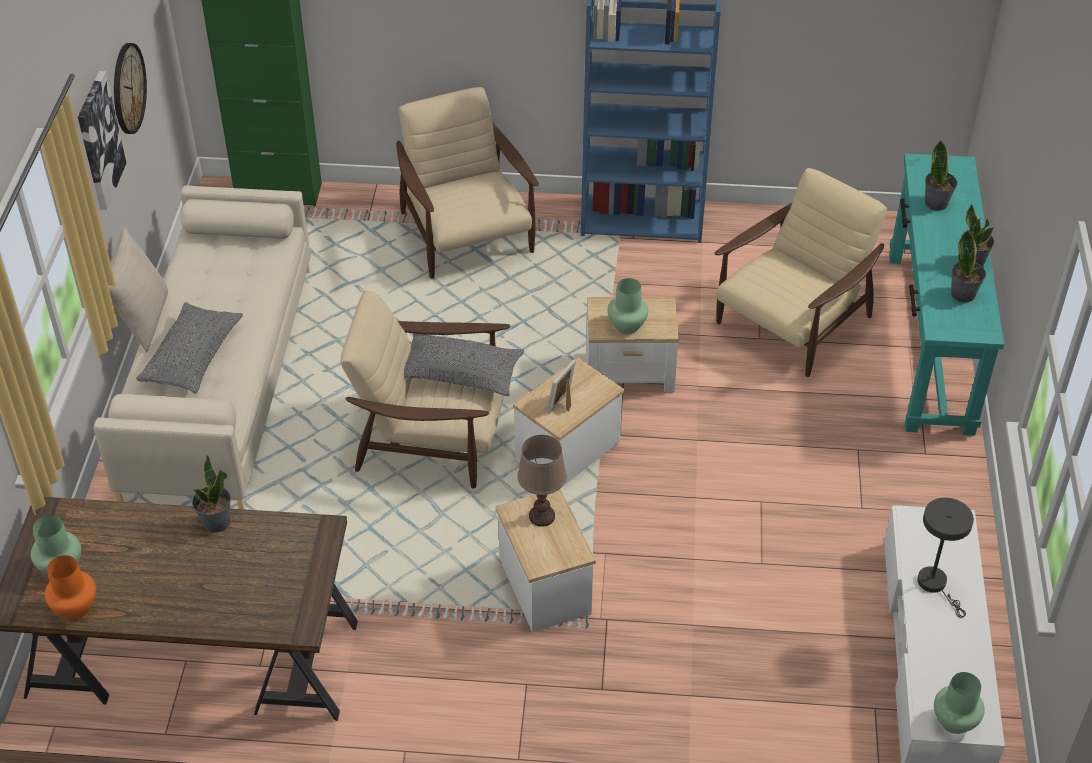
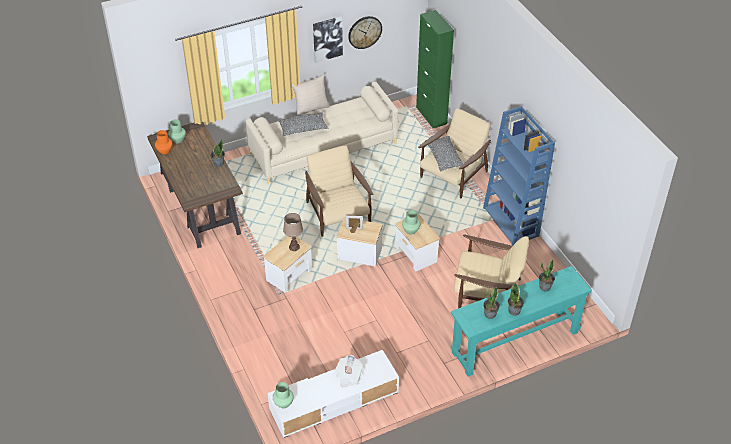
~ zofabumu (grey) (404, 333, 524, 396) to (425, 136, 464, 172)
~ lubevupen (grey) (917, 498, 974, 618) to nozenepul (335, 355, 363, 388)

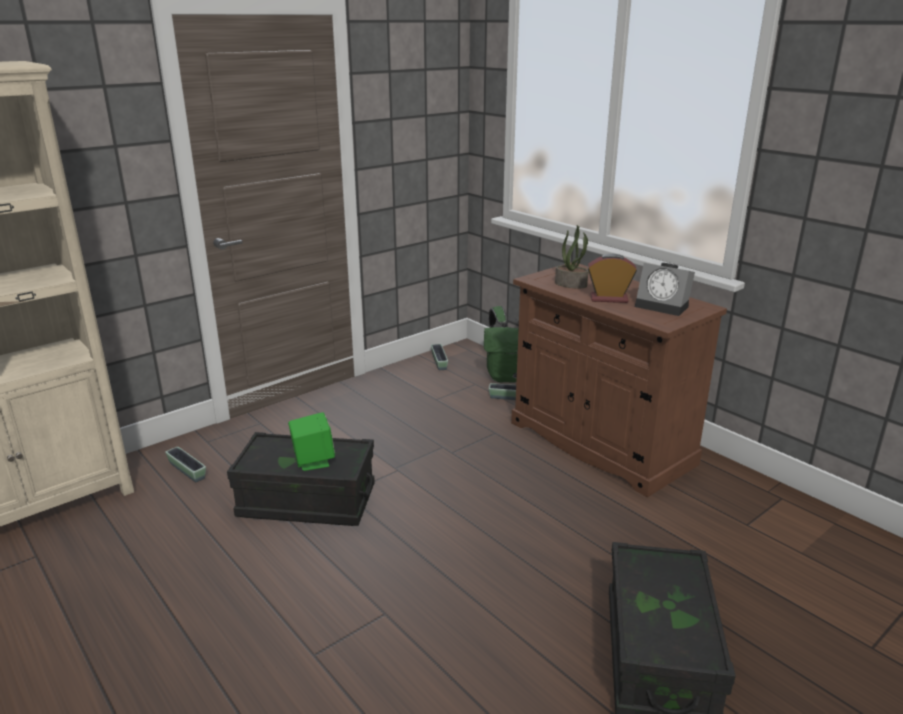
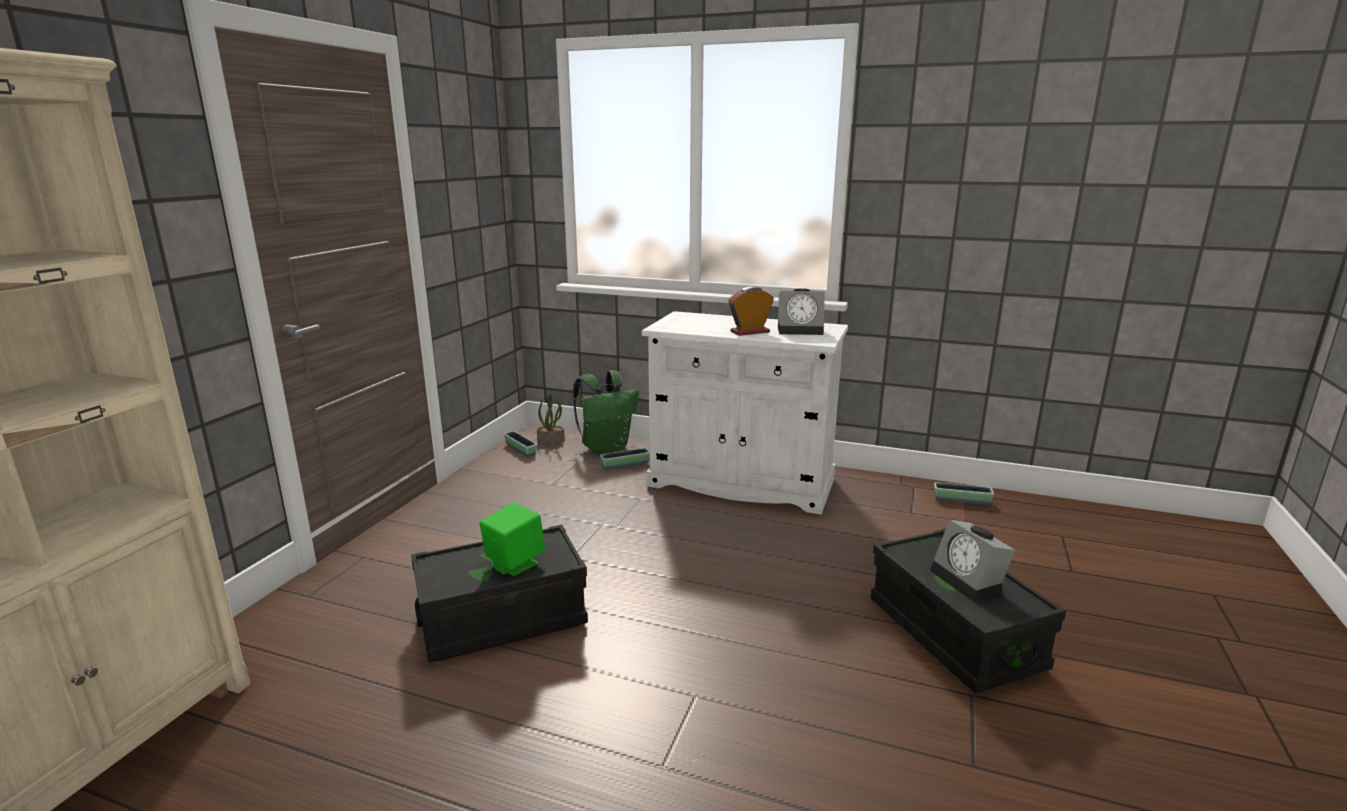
~ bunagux (165, 447, 206, 482) to (934, 482, 994, 505)
~ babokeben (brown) (511, 262, 727, 497) to babokeben (white) (642, 311, 848, 515)
~ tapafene (555, 225, 588, 288) to (537, 394, 565, 444)
+ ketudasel (930, 519, 1015, 601)

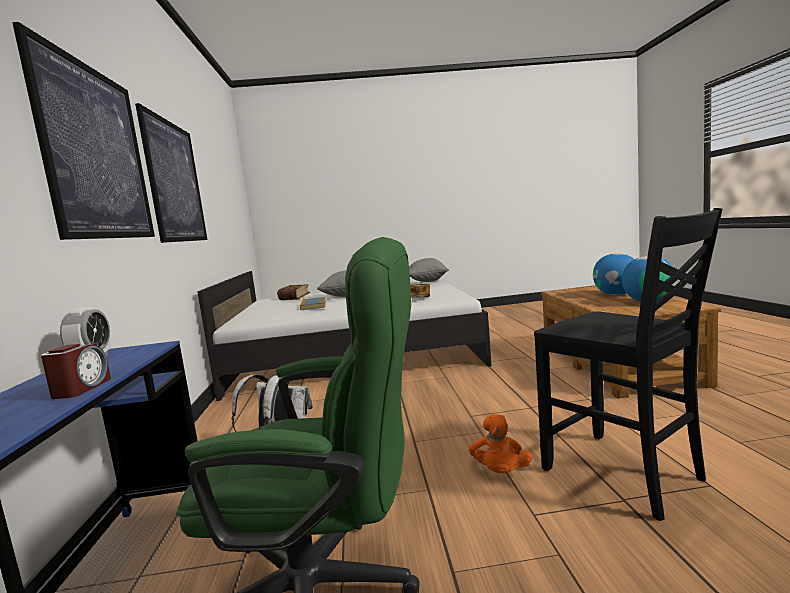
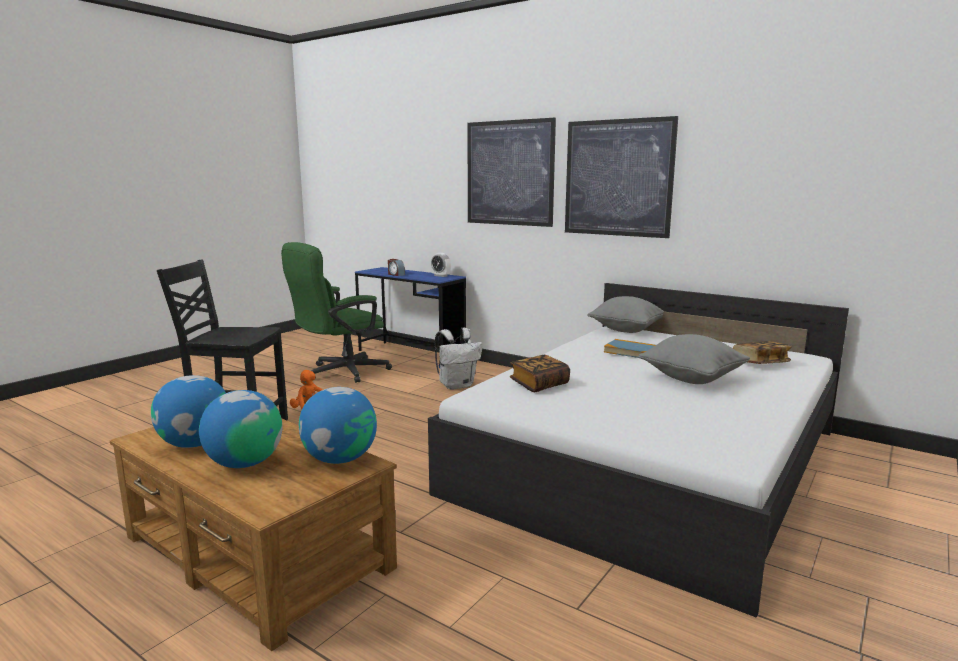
~ zofabumu (grey) (409, 258, 449, 282) to (587, 296, 664, 333)
+ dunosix (299, 387, 377, 464)

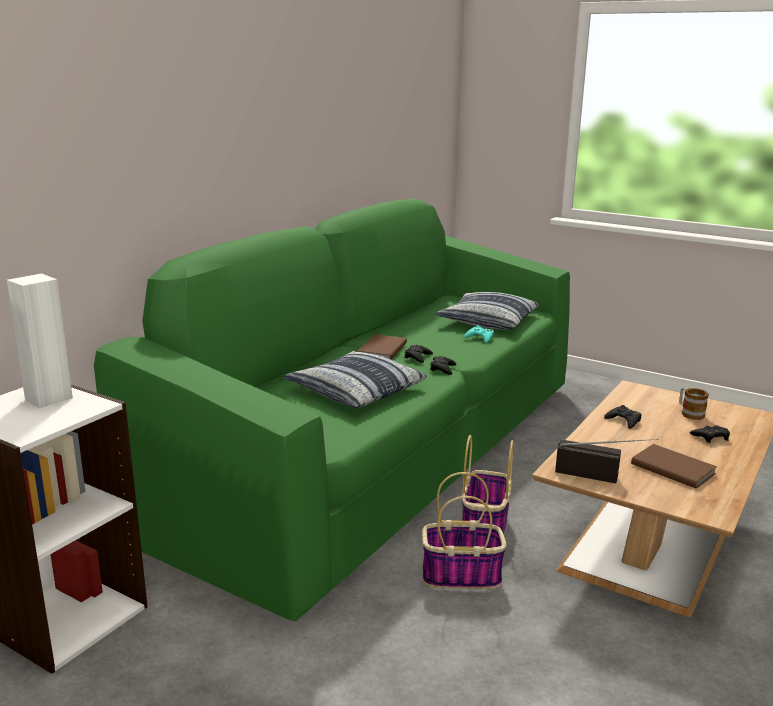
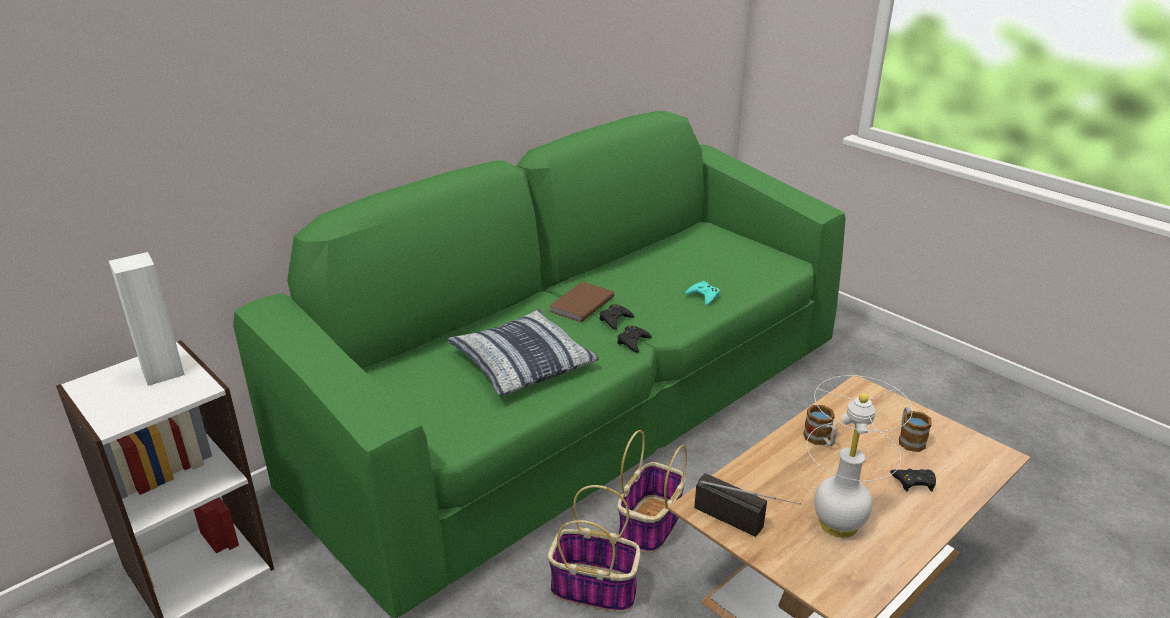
- zofabumu (436, 292, 539, 330)
~ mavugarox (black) (604, 405, 642, 429) to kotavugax (803, 405, 837, 446)
~ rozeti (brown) (631, 444, 717, 489) to lubevupen (white) (807, 375, 912, 538)

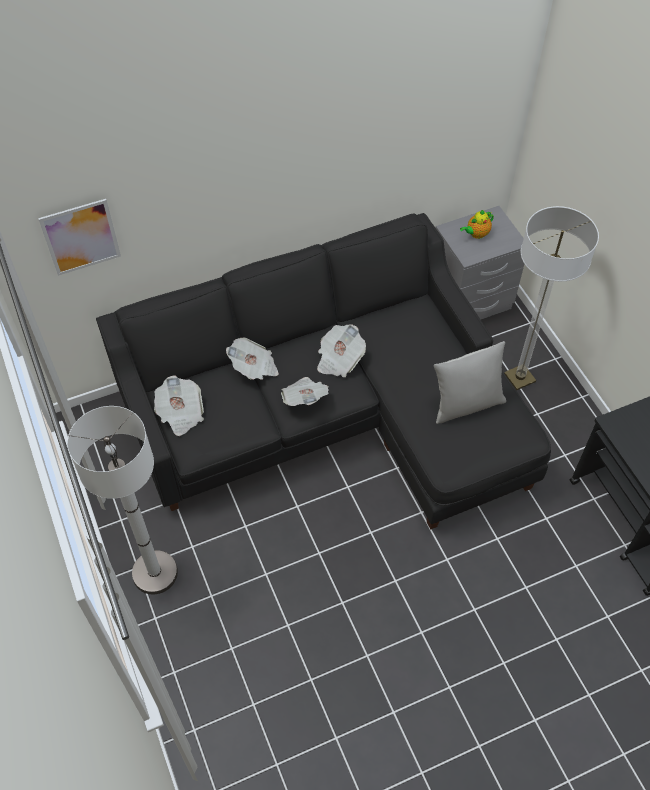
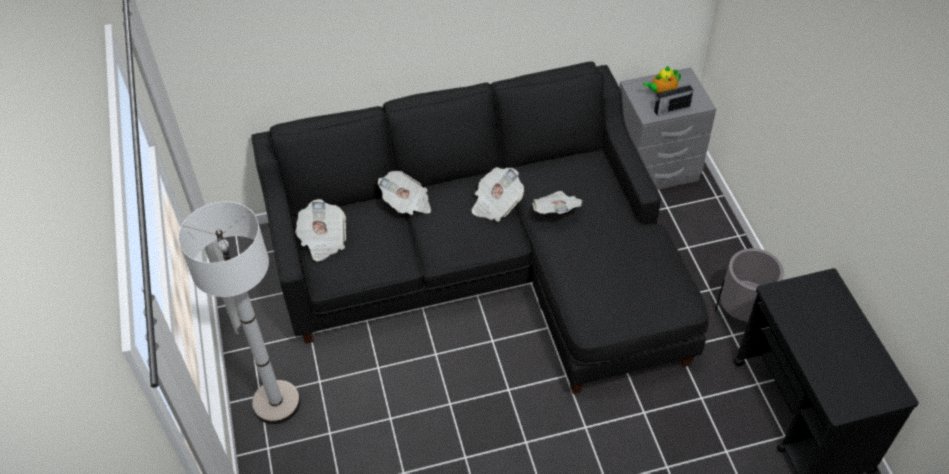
- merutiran (38, 199, 121, 276)
~ nozenepul (281, 377, 329, 406) to (532, 191, 582, 214)
- zofabumu (grey) (434, 341, 506, 424)
- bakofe (504, 206, 599, 390)
+ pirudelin (654, 85, 693, 116)
+ bunagux (grey) (715, 248, 784, 321)

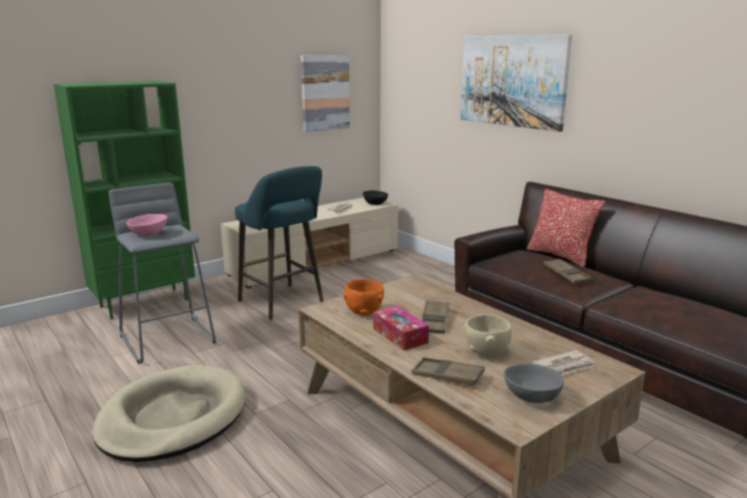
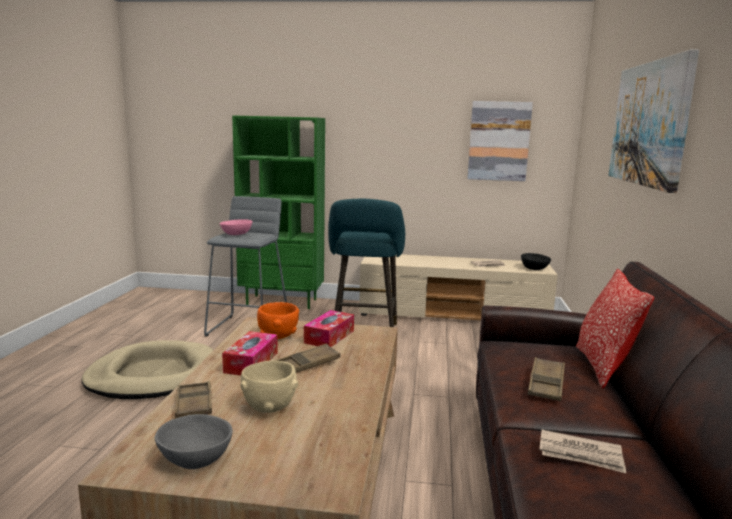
~ nozenepul (531, 350, 595, 375) to (539, 430, 626, 473)
+ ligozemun (304, 310, 354, 347)

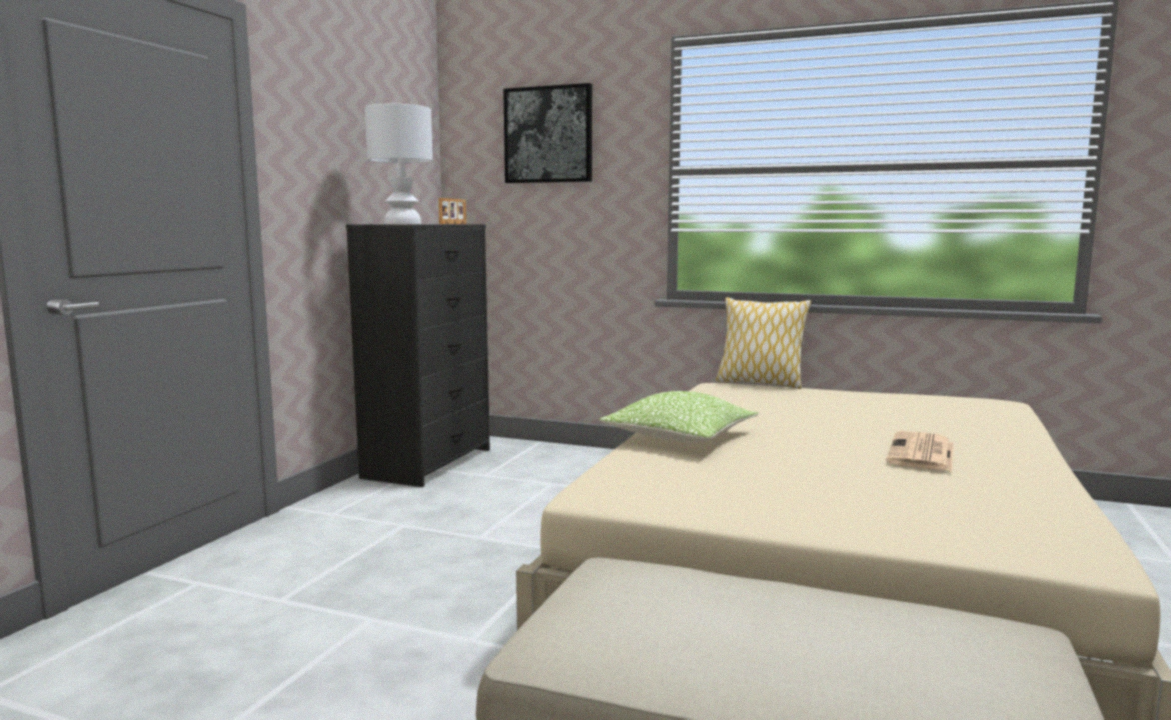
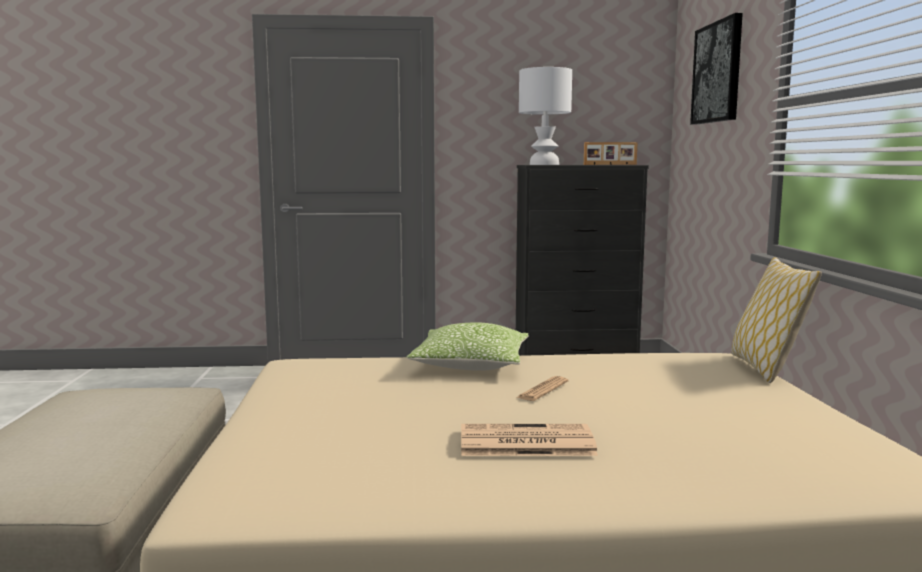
+ nozenepul (516, 376, 568, 401)

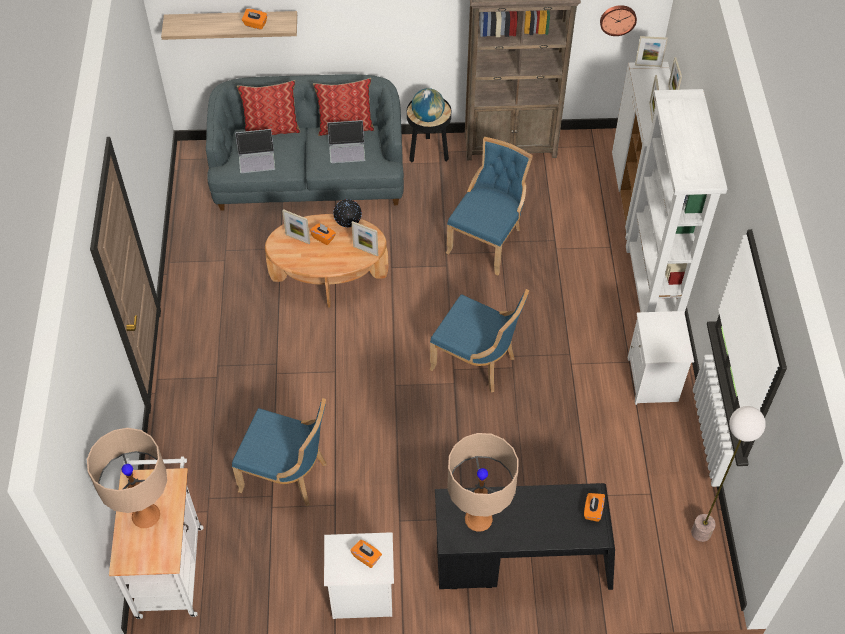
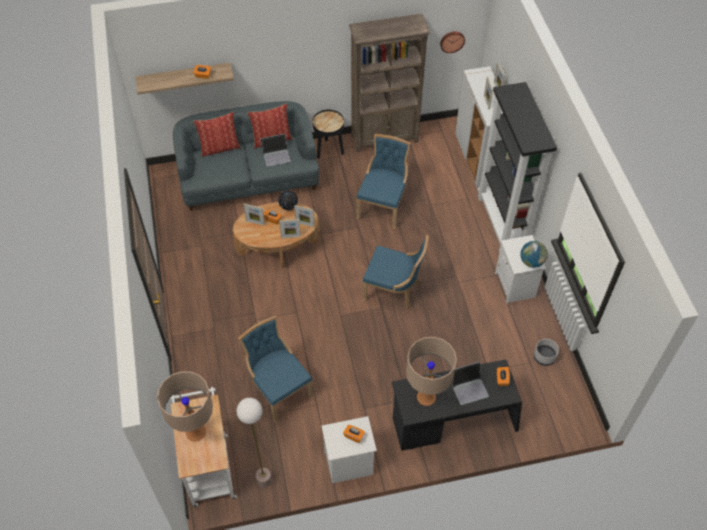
~ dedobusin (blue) (232, 398, 327, 506) = (239, 316, 314, 423) 135 degrees counterclockwise
~ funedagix (235, 129, 276, 173) to (452, 362, 489, 405)
~ dunosix (411, 88, 445, 122) to (520, 241, 548, 268)
~ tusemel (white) (625, 89, 727, 313) to tusemel (black) (477, 82, 557, 252)
~ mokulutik (635, 36, 668, 67) to (279, 219, 301, 238)
~ bakofe (691, 406, 766, 542) to (237, 398, 272, 488)
+ bunagux (grey) (534, 339, 559, 366)

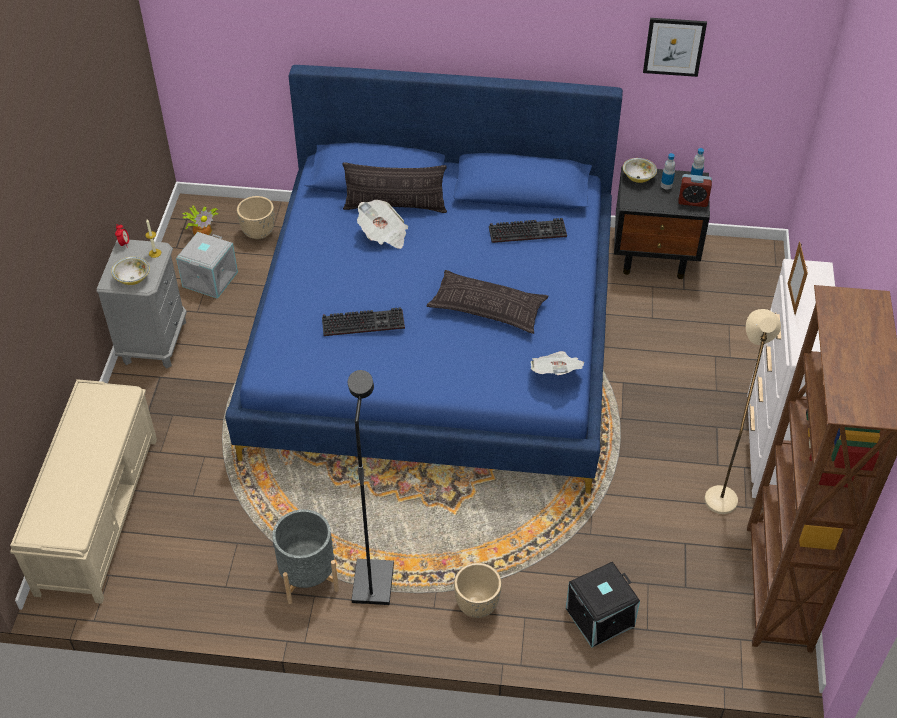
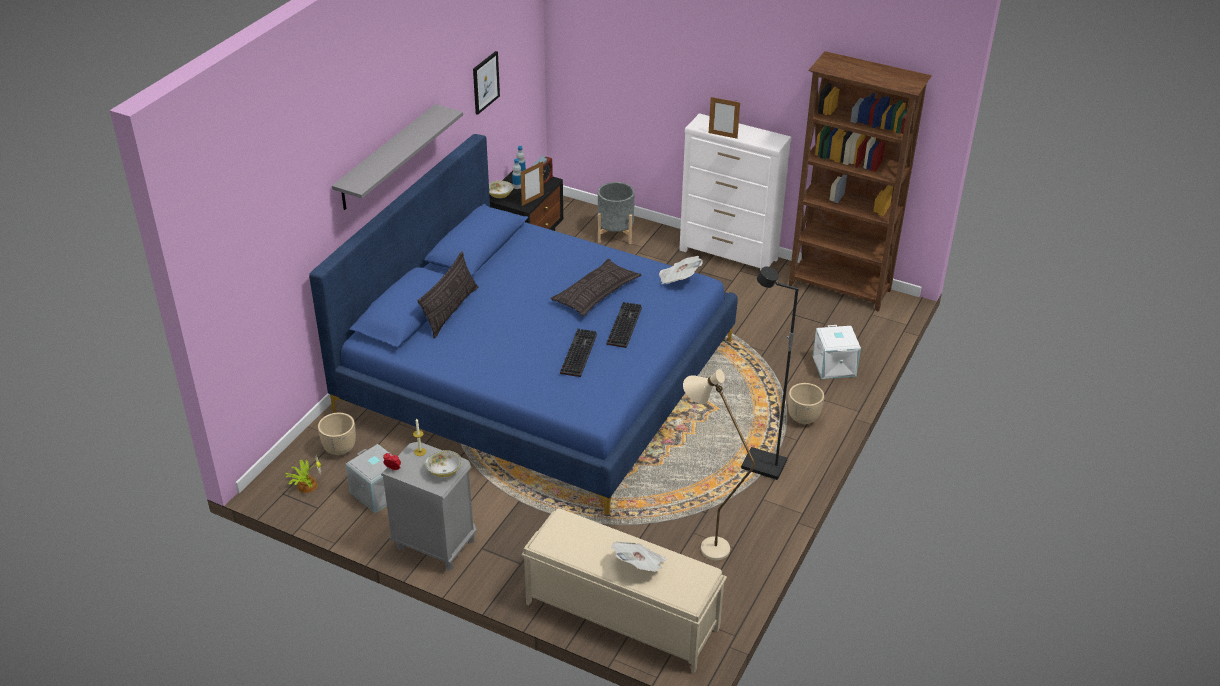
~ bunagux (grey) (272, 509, 339, 604) to (598, 182, 635, 244)
~ nozenepul (357, 200, 408, 249) to (611, 541, 667, 572)
~ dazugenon (489, 218, 567, 243) to (607, 302, 642, 348)
~ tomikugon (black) (566, 562, 640, 648) to tomikugon (white) (813, 325, 861, 379)
~ bakofe (beige) (705, 309, 781, 514) to (683, 369, 755, 560)
+ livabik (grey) (332, 104, 463, 210)
+ mokulutik (521, 161, 544, 206)

